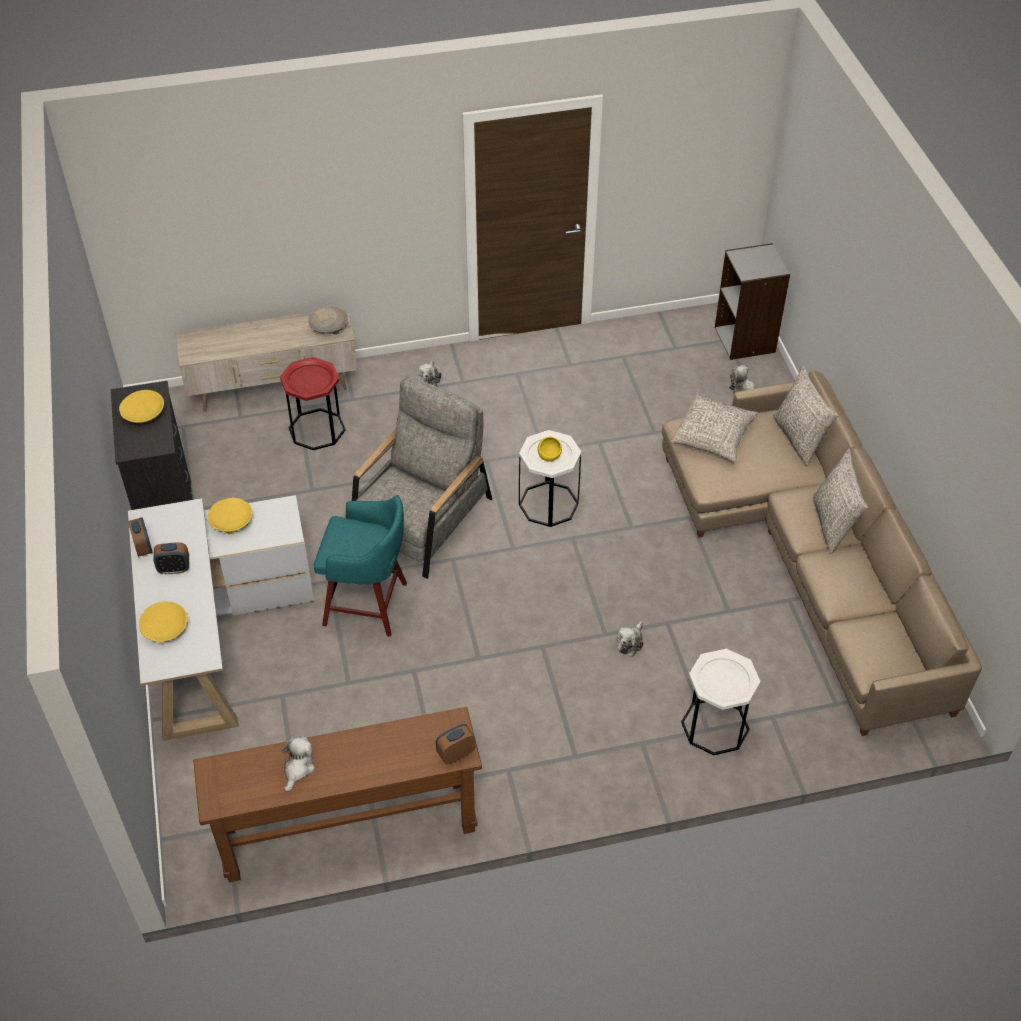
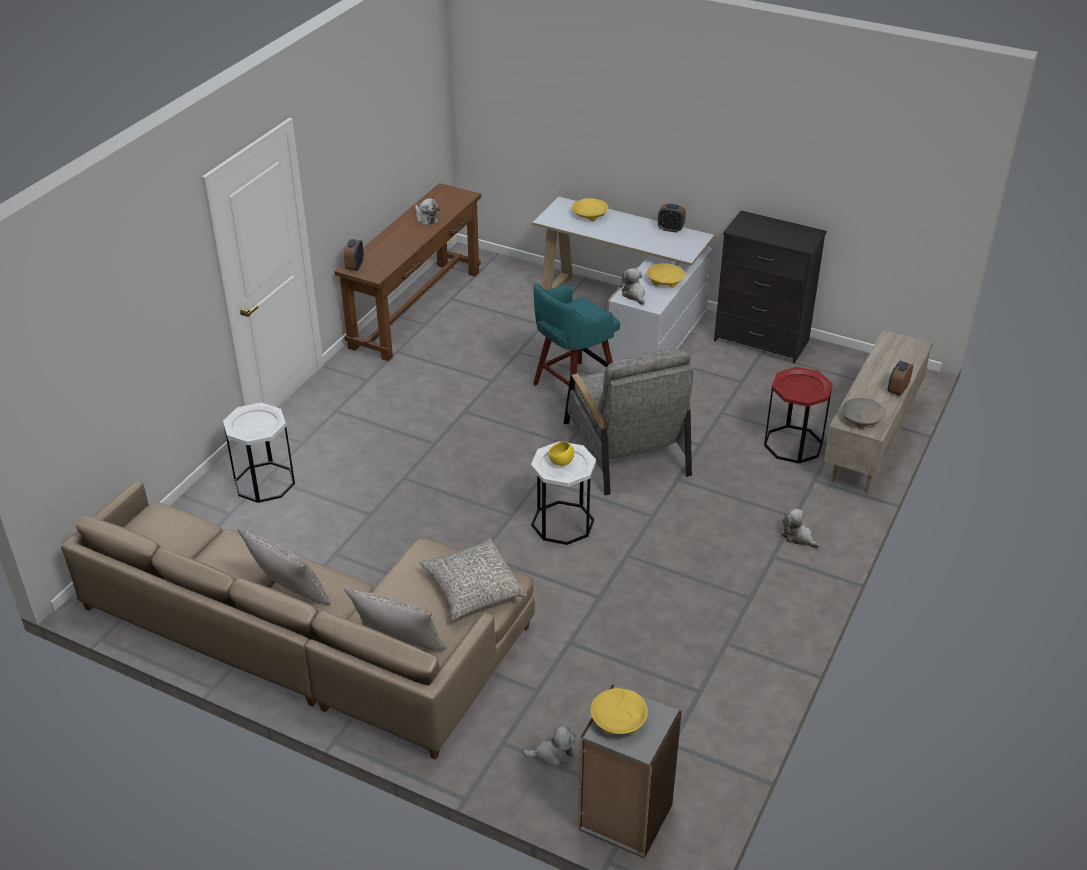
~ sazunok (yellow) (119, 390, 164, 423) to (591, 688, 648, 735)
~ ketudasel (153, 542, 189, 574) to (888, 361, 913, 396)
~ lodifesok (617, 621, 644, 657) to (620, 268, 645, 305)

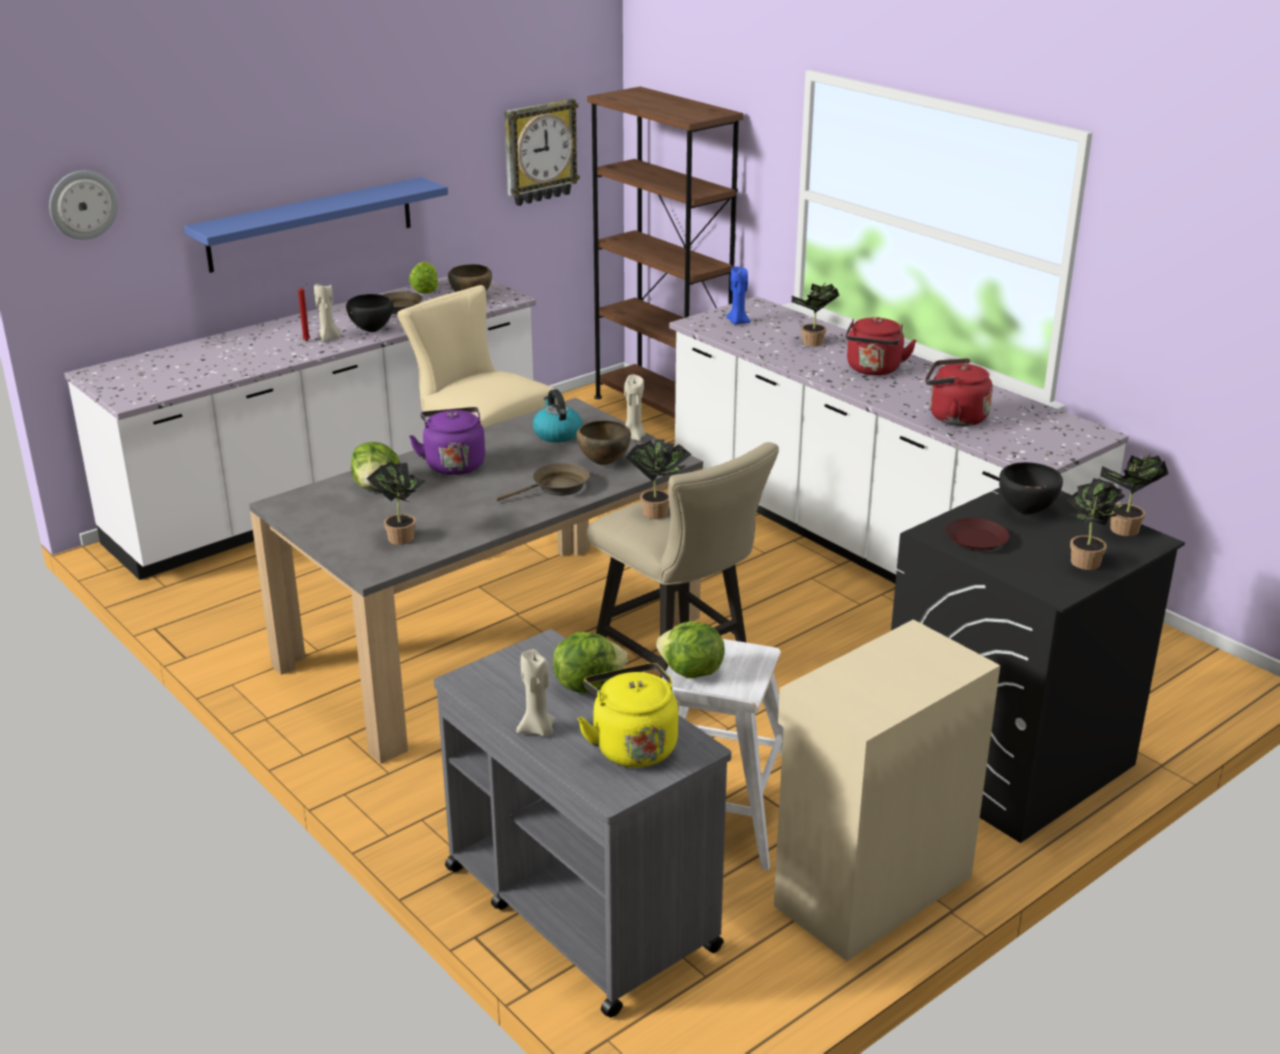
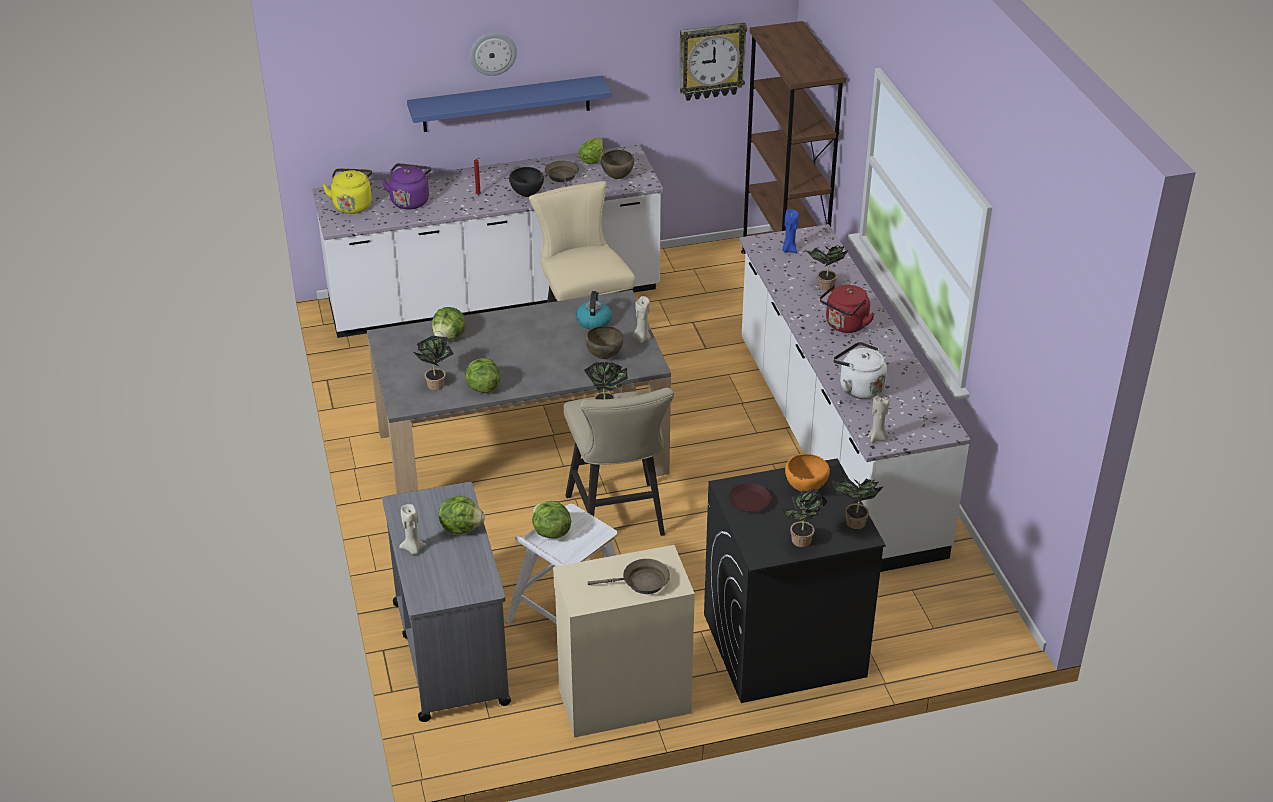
~ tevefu (49, 171, 118, 240) to (470, 32, 517, 76)
~ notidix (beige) (314, 282, 341, 341) to (869, 395, 889, 443)
~ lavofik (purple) (409, 407, 485, 475) to (381, 163, 432, 210)
~ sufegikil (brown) (496, 463, 590, 501) to (588, 559, 670, 594)
~ lavofik (yellow) (577, 663, 678, 767) to (322, 168, 372, 214)
~ lavofik (red) (925, 358, 993, 426) to lavofik (white) (833, 342, 887, 399)
~ sazunok (black) (999, 462, 1063, 514) to sazunok (orange) (785, 454, 830, 492)
+ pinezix (465, 358, 501, 393)

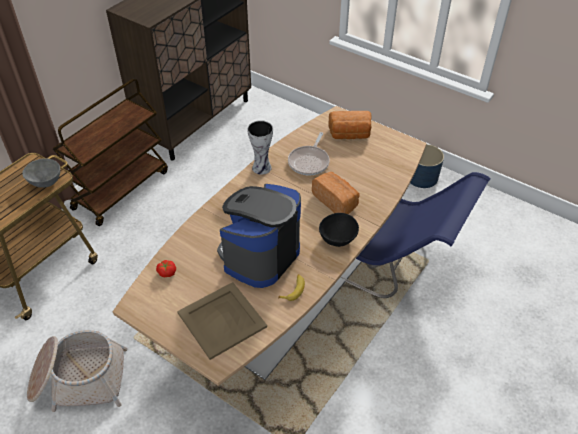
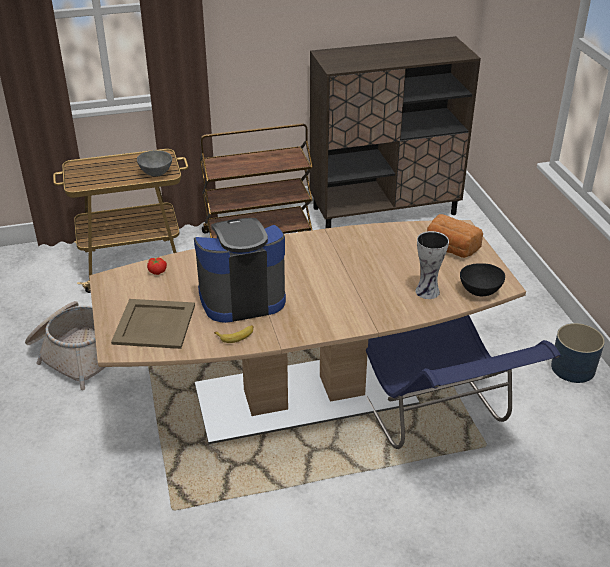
~ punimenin (247, 120, 273, 175) to (415, 231, 449, 299)
- sufegikil (288, 132, 330, 175)
- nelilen (312, 172, 359, 214)
~ sazunok (black) (319, 213, 359, 247) to (460, 263, 505, 296)

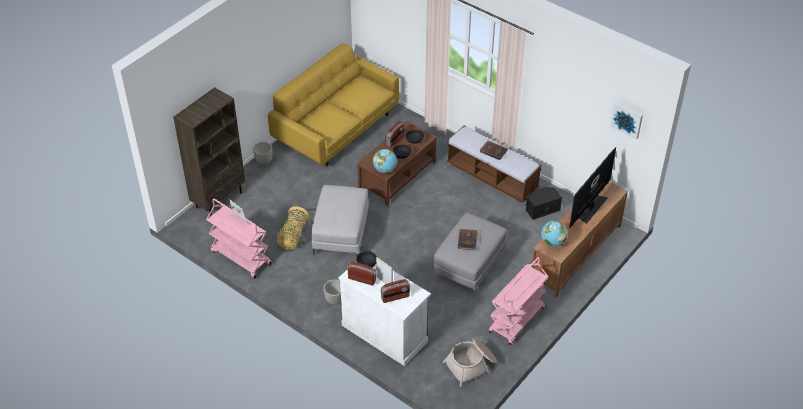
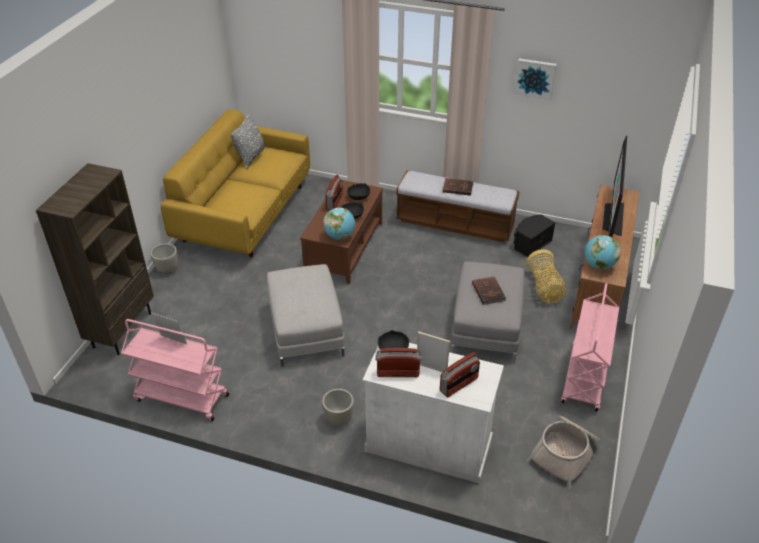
~ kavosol (277, 206, 310, 250) to (526, 249, 566, 304)
~ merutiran (610, 102, 643, 140) to (514, 58, 557, 100)
+ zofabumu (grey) (231, 114, 265, 169)

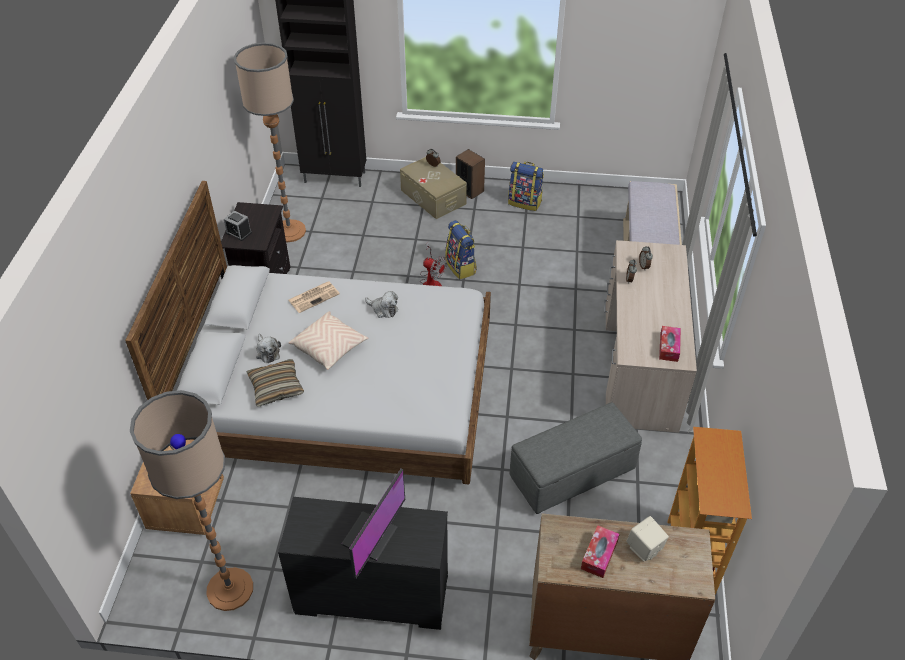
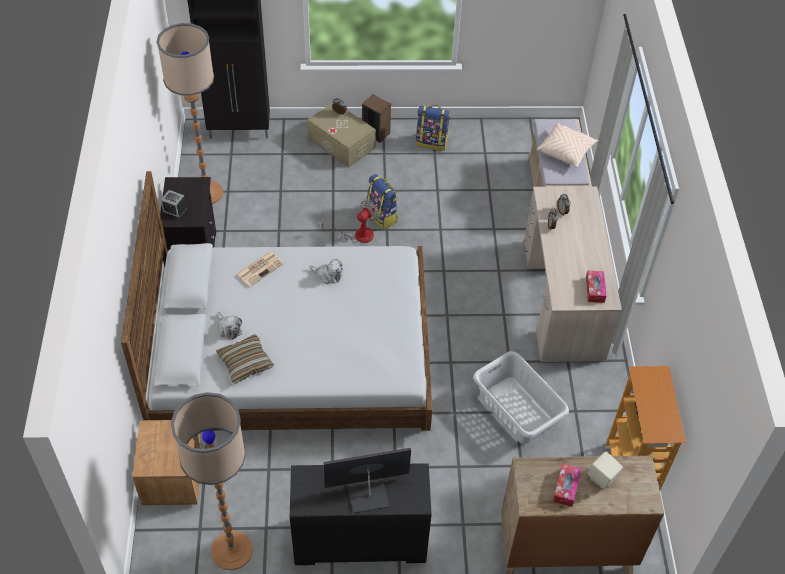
~ zofabumu (beige) (289, 311, 369, 370) to (537, 122, 598, 168)
~ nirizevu (341, 468, 405, 579) = (323, 448, 411, 513) 120 degrees counterclockwise
~ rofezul (420, 242, 447, 286) = (318, 201, 379, 244) 75 degrees counterclockwise
~ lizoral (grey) (510, 402, 642, 514) to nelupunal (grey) (473, 351, 569, 444)

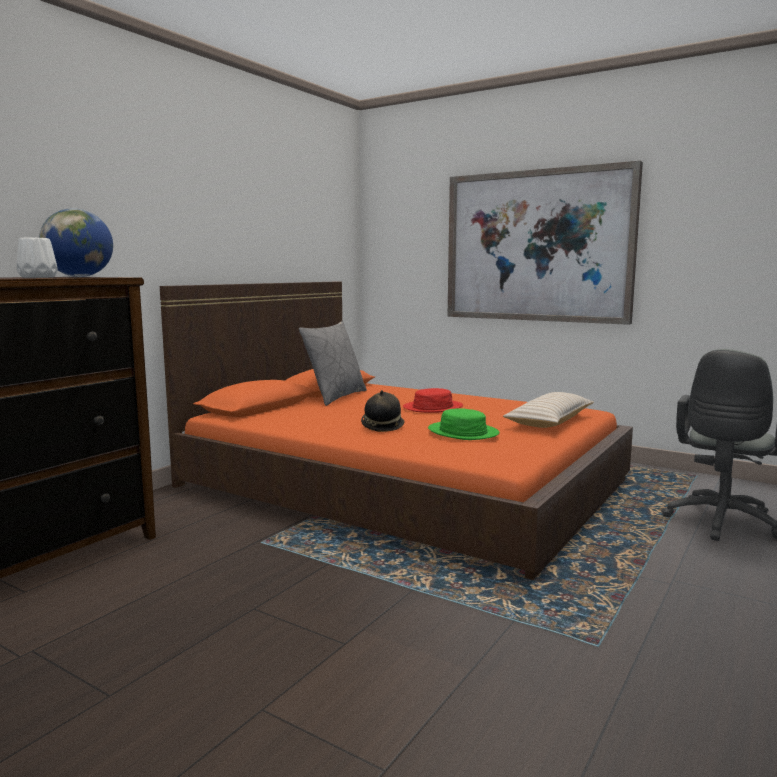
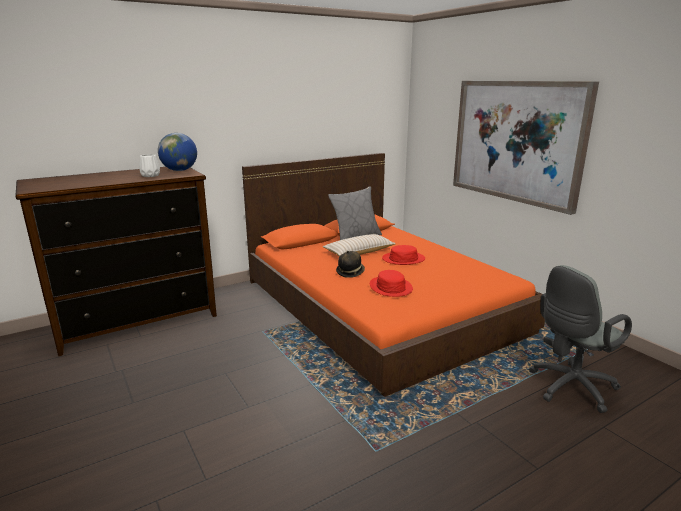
~ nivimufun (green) (428, 408, 500, 440) to nivimufun (red) (370, 270, 413, 297)
~ zofabumu (beige) (503, 392, 594, 428) to (323, 234, 396, 256)

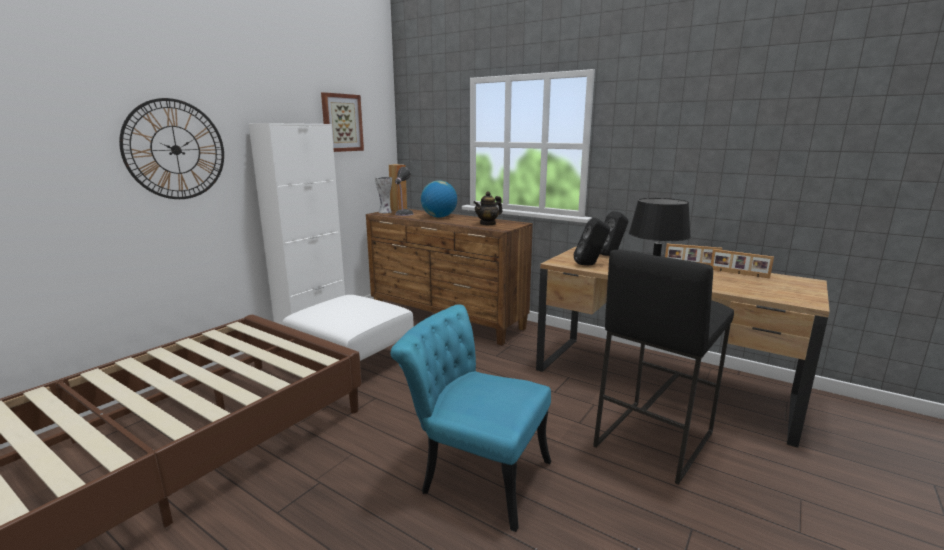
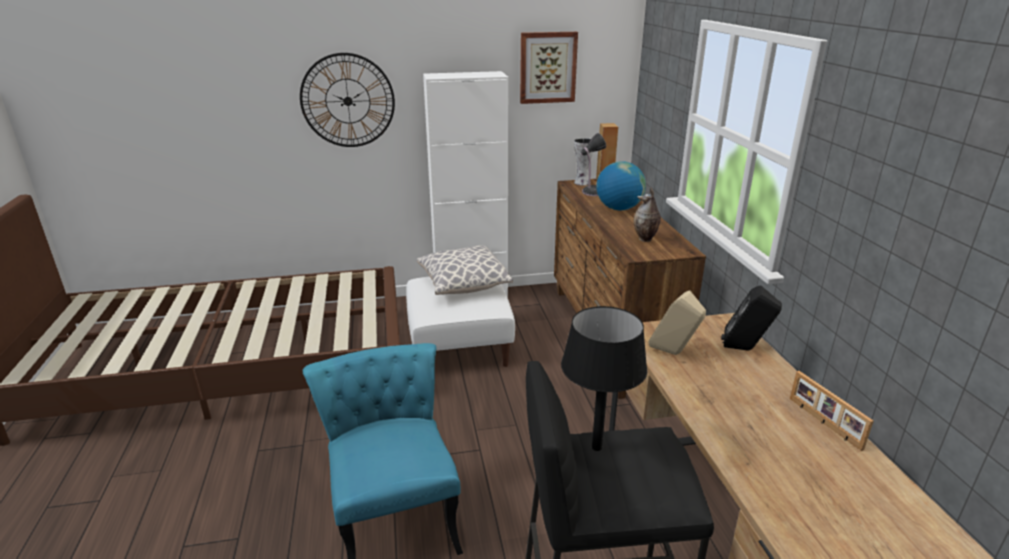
~ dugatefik (473, 191, 502, 225) to punimenin (634, 187, 661, 242)
~ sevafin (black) (574, 218, 610, 265) to sevafin (beige) (648, 290, 706, 355)
- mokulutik (710, 249, 774, 278)
+ zofabumu (417, 245, 513, 295)

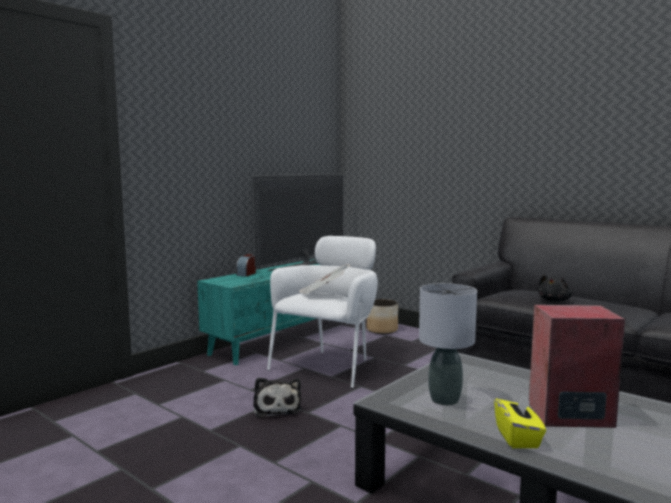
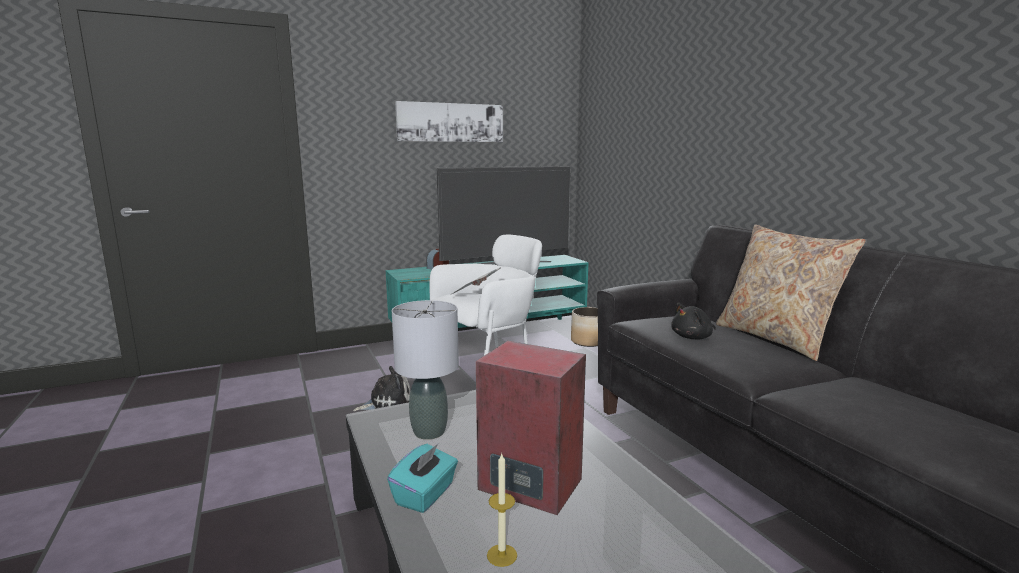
~ lodifesok (253, 377, 301, 418) = (353, 366, 410, 411) 120 degrees counterclockwise
~ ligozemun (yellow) (494, 393, 546, 448) to ligozemun (turquoise) (387, 444, 458, 513)
+ merutiran (395, 101, 503, 142)
+ notidix (487, 454, 517, 567)
+ zofabumu (beige) (716, 225, 866, 361)

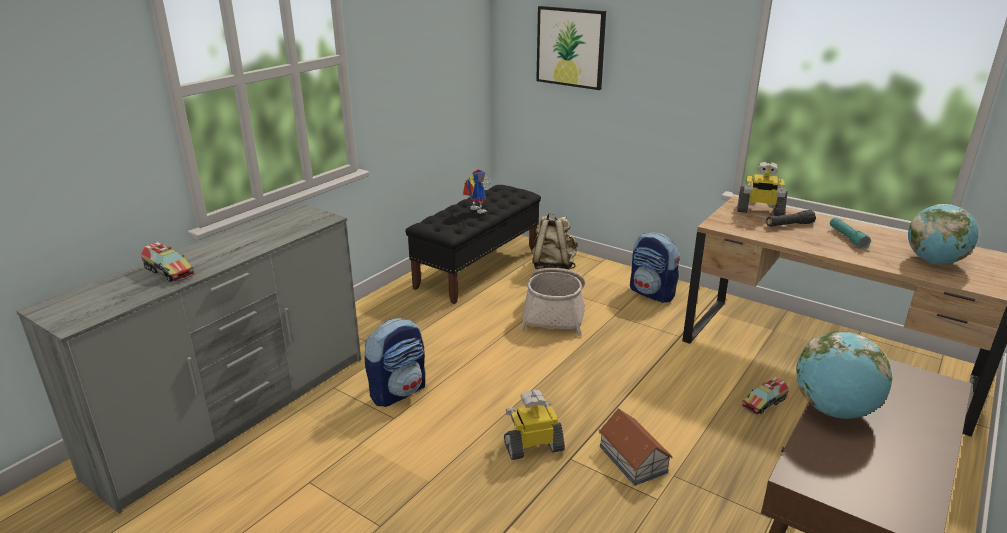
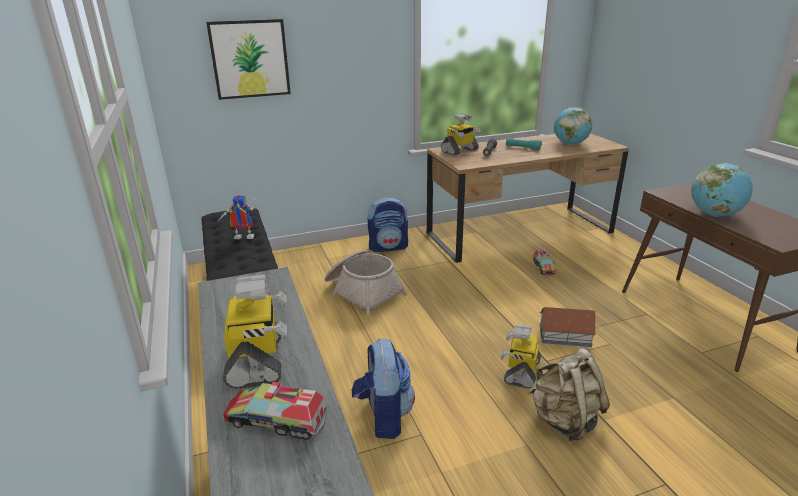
~ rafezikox (140, 242, 194, 282) = (223, 382, 327, 440) 150 degrees counterclockwise
~ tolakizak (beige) (532, 213, 578, 270) to (528, 348, 610, 441)
+ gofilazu (223, 275, 287, 389)

